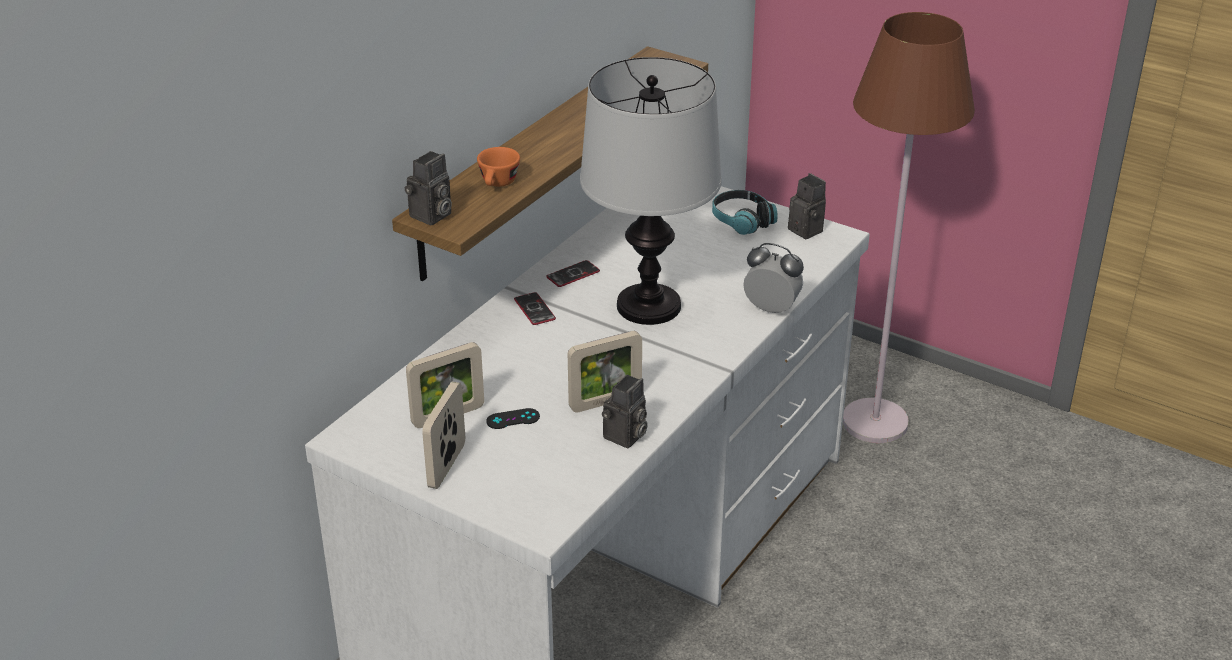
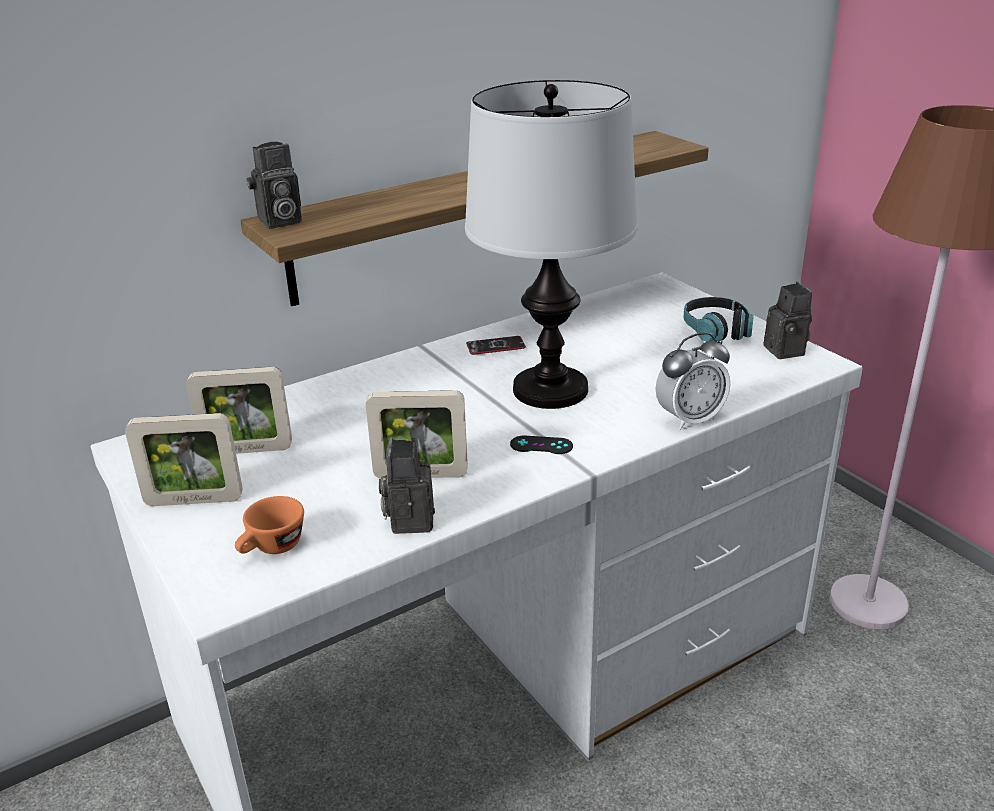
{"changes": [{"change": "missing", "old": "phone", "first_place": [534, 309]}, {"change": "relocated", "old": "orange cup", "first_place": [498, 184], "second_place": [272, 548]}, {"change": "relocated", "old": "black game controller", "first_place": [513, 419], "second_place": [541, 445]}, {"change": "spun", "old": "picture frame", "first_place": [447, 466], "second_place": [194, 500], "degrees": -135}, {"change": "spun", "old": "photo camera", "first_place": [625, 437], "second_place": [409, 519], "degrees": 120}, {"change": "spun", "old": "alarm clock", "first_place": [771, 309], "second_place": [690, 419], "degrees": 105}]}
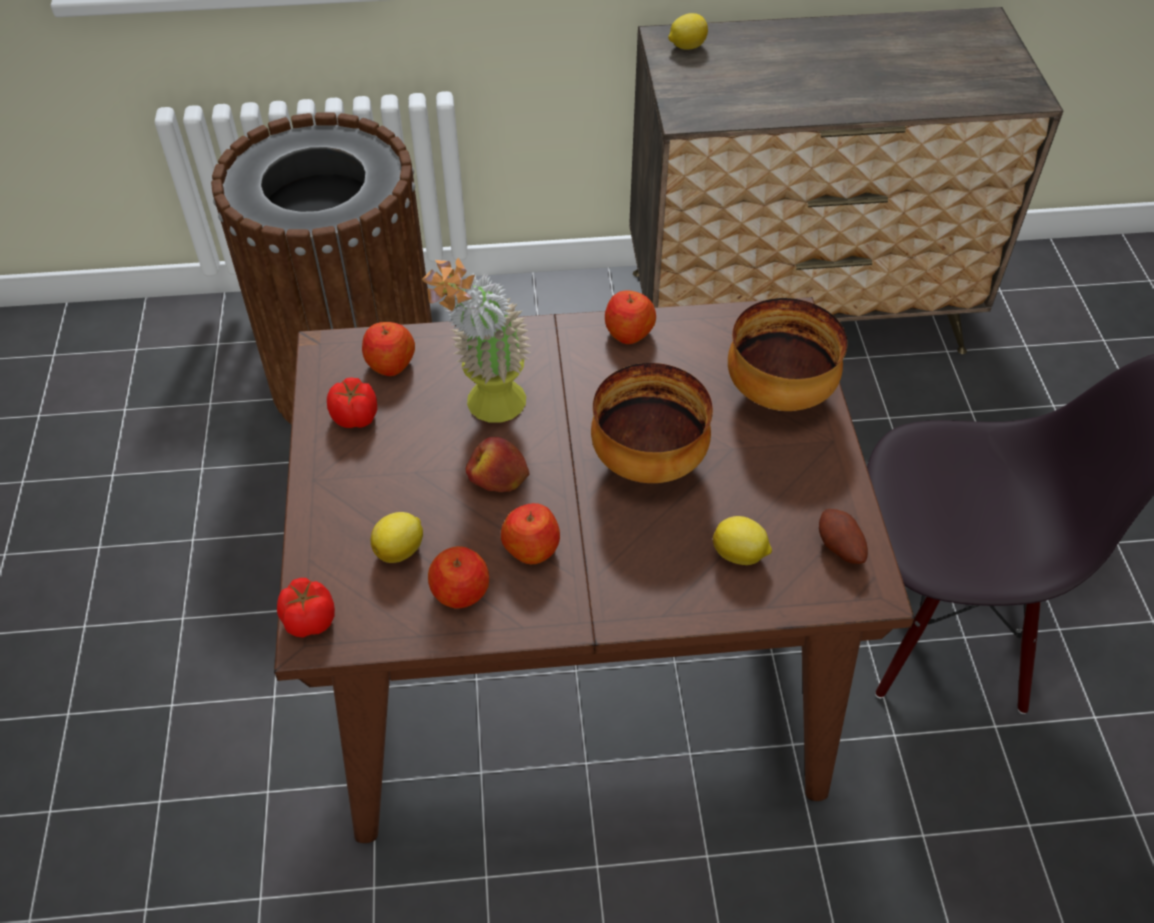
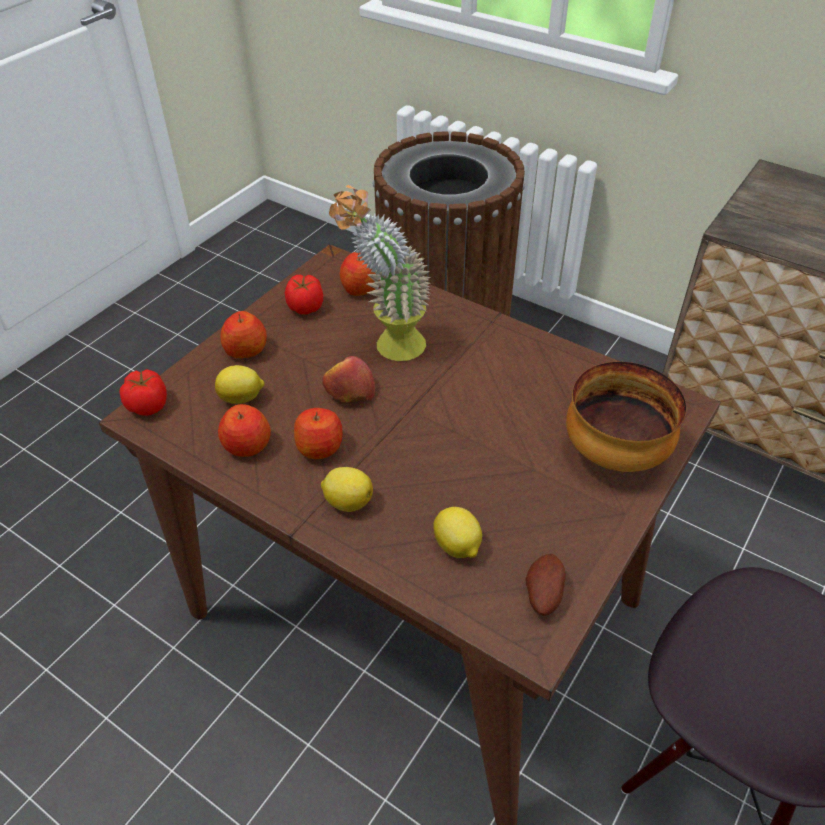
{"changes": [{"change": "missing", "old": "bowl", "first_place": [648, 460]}, {"change": "relocated", "old": "apple", "first_place": [628, 332], "second_place": [246, 349]}, {"change": "relocated", "old": "lemon", "first_place": [686, 46], "second_place": [347, 501]}]}
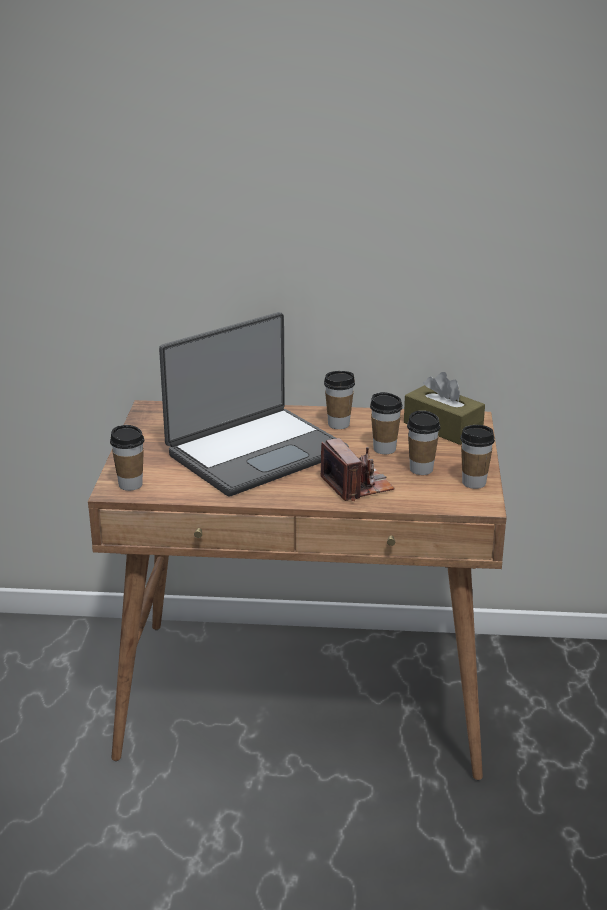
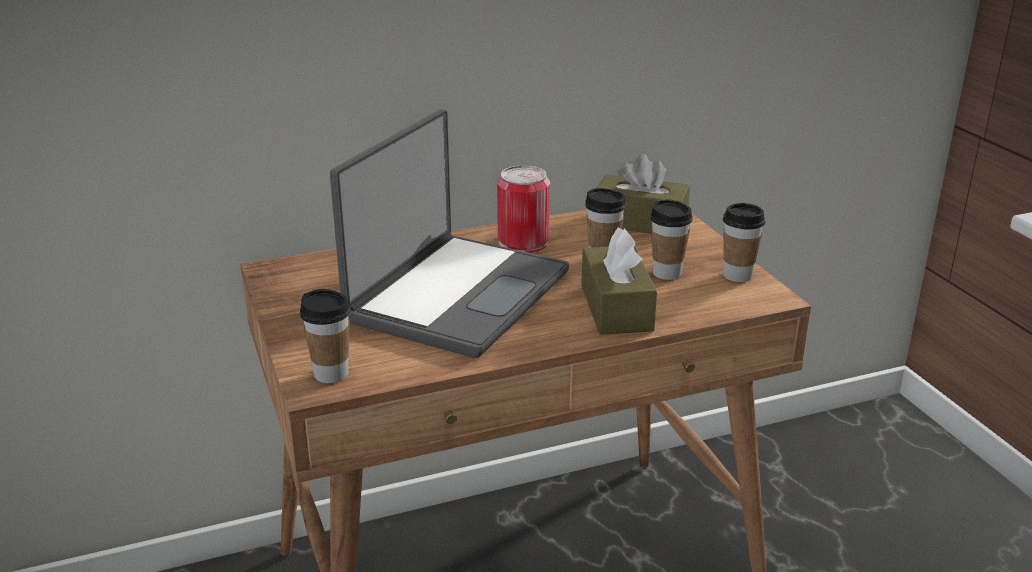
{"changes": [{"change": "exchanged", "old": "photo camera", "new": "brown tissue box", "first_place": [357, 485], "second_place": [616, 308]}, {"change": "exchanged", "old": "cup", "new": "can", "first_place": [338, 424], "second_place": [523, 242]}]}
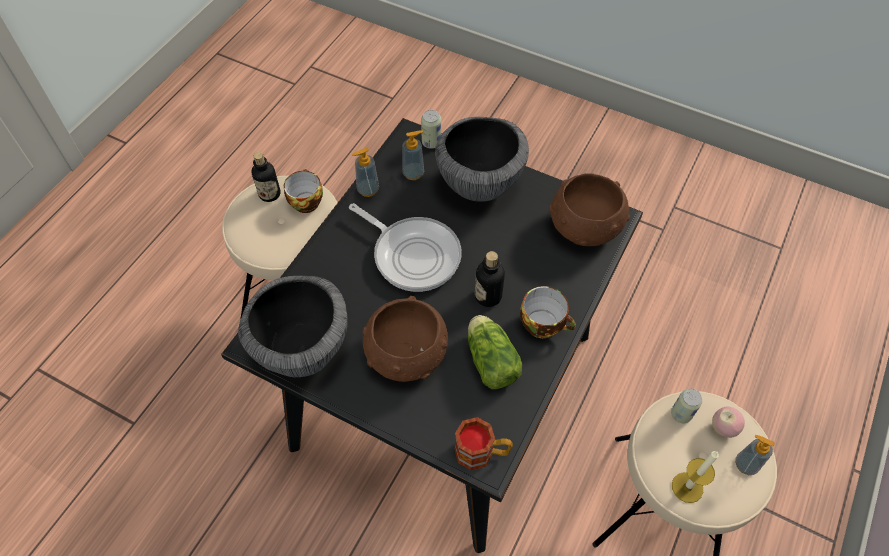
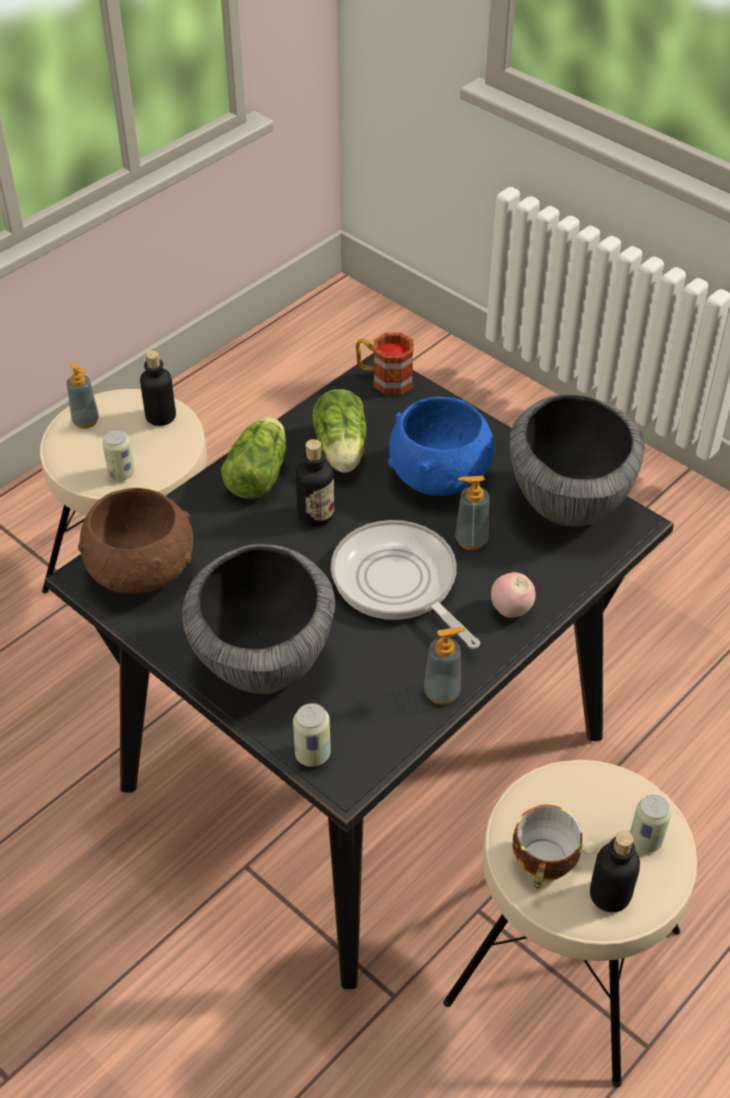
{"changes": [{"change": "appeared", "new": "can", "second_place": [645, 840]}, {"change": "relocated", "old": "soap dispenser", "first_place": [413, 173], "second_place": [471, 540]}, {"change": "relocated", "old": "apple", "first_place": [723, 428], "second_place": [511, 610]}, {"change": "exchanged", "old": "cup", "new": "lettuce", "first_place": [544, 324], "second_place": [259, 472]}, {"change": "exchanged", "old": "candle", "new": "bottle", "first_place": [687, 487], "second_place": [161, 417]}, {"change": "colour", "old": "brown bowl", "new": "blue bowl", "first_place": [405, 354], "second_place": [441, 475]}]}
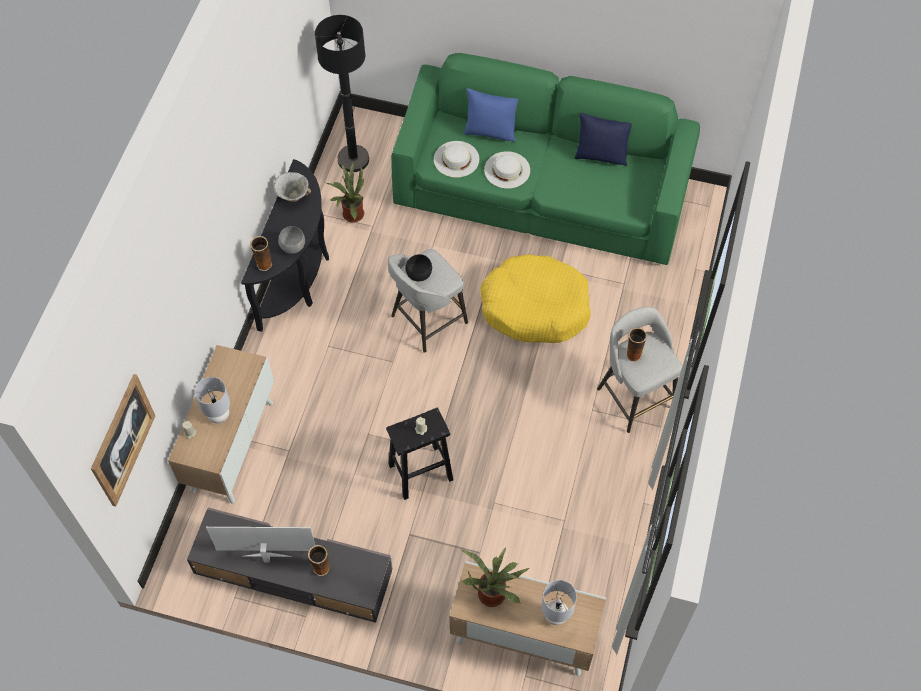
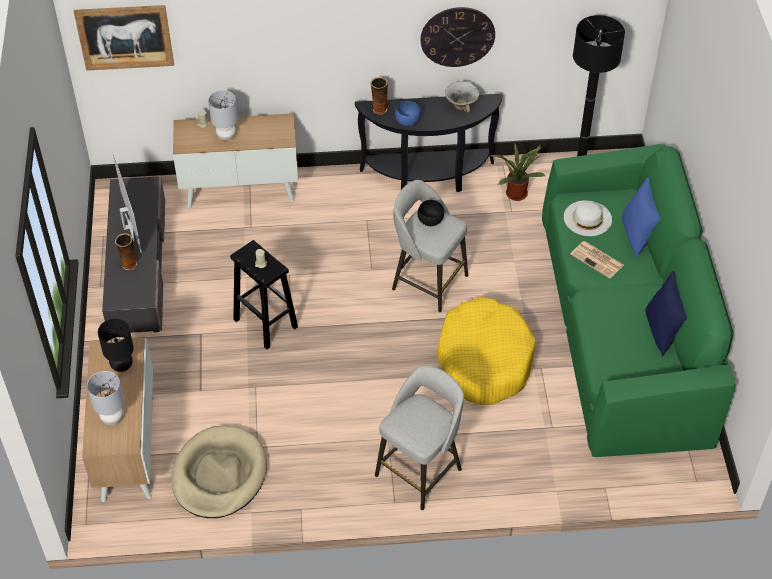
{"changes": [{"change": "missing", "old": "vase", "first_place": [633, 354]}, {"change": "appeared", "new": "beige dog bed", "second_place": [219, 475]}, {"change": "appeared", "new": "wall clock", "second_place": [457, 36]}, {"change": "exchanged", "old": "potted plant", "new": "black table lamp", "first_place": [493, 592], "second_place": [121, 365]}, {"change": "exchanged", "old": "white hat", "new": "newspaper", "first_place": [507, 170], "second_place": [597, 260]}, {"change": "colour", "old": "grey bowl", "new": "blue bowl", "first_place": [292, 246], "second_place": [408, 121]}]}
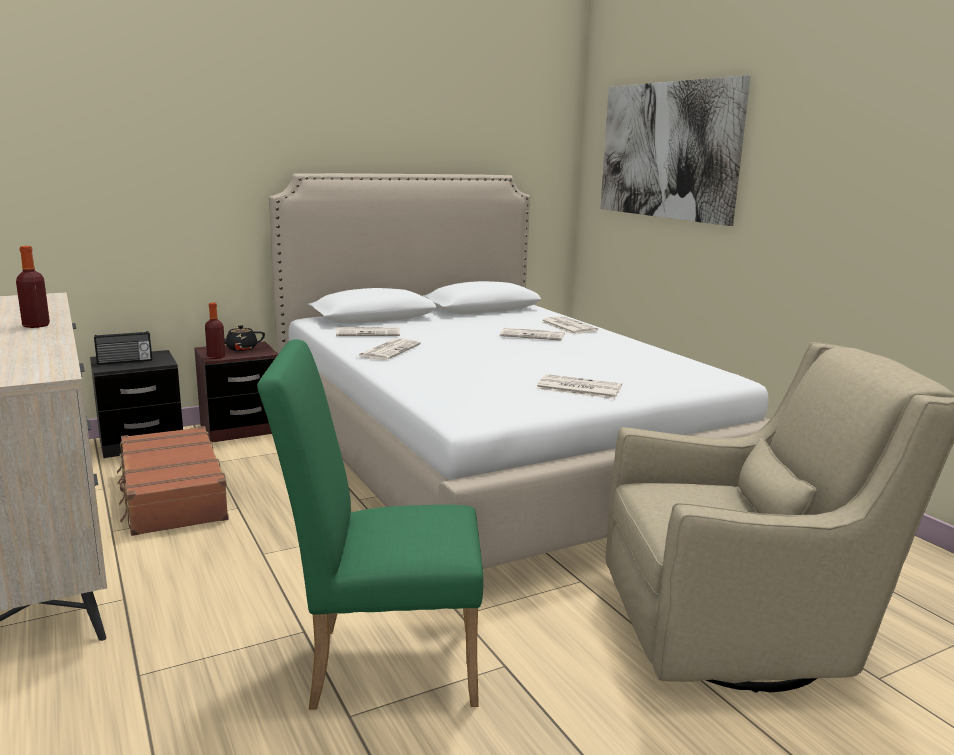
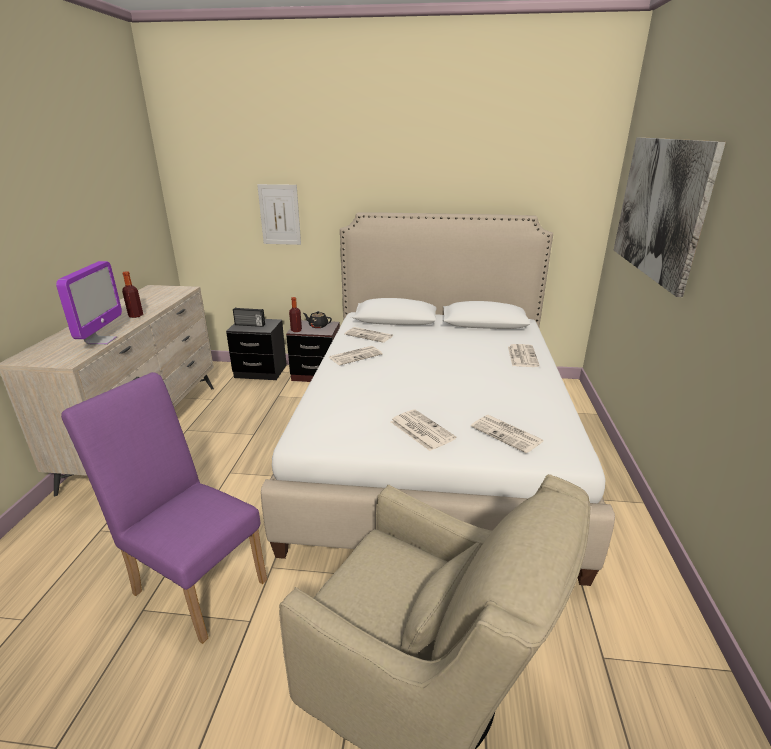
{"changes": [{"change": "missing", "old": "brown suitcase", "first_place": [172, 495]}, {"change": "appeared", "new": "monitor", "second_place": [101, 341]}, {"change": "appeared", "new": "picture", "second_place": [279, 215]}, {"change": "relocated", "old": "newspaper", "first_place": [533, 335], "second_place": [507, 434]}, {"change": "colour", "old": "green chair", "new": "purple chair", "first_place": [380, 663], "second_place": [194, 581]}]}
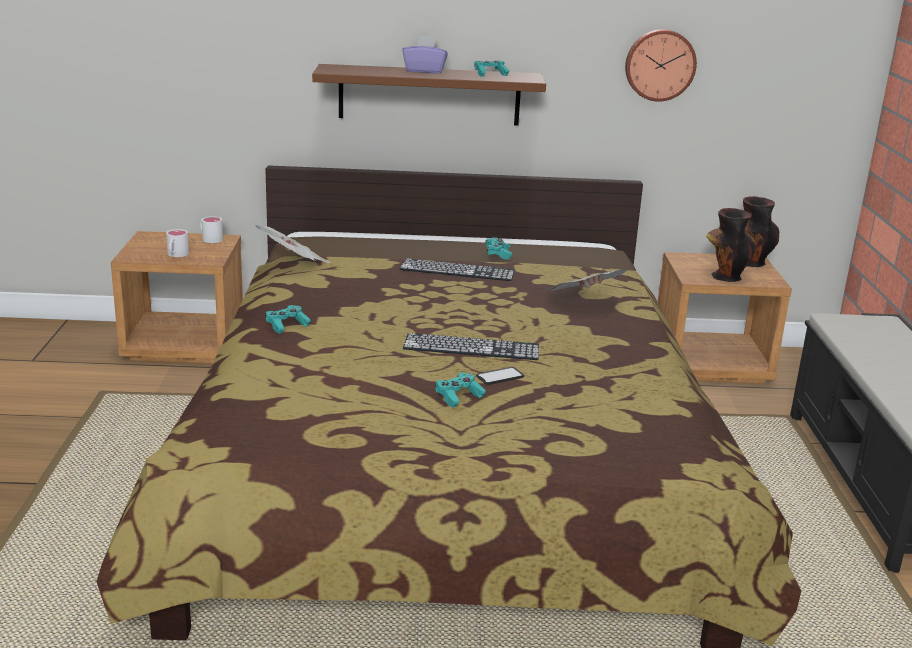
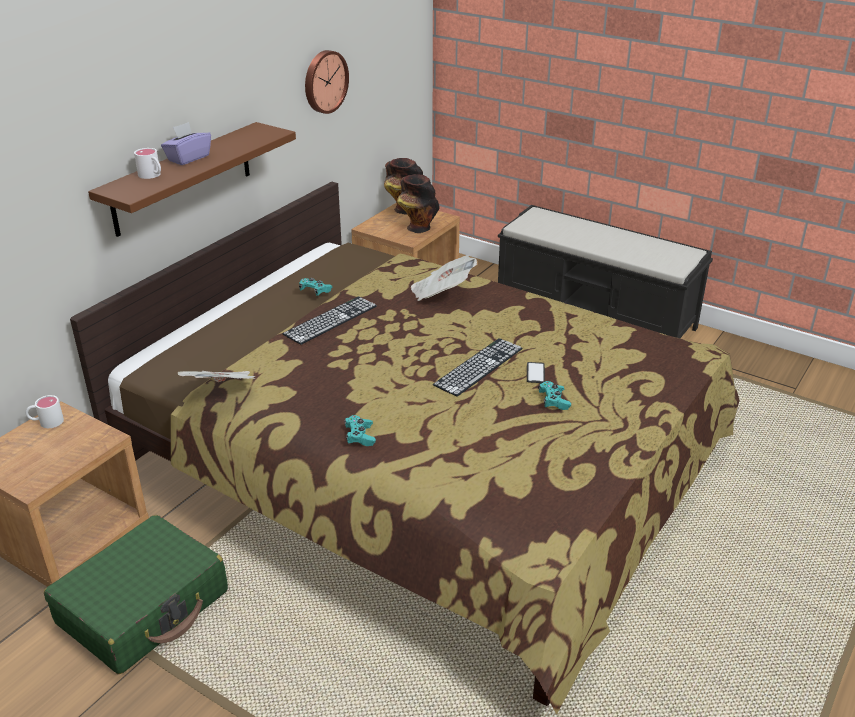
{"changes": [{"change": "missing", "old": "turquoise game controller", "first_place": [490, 74]}, {"change": "appeared", "new": "green suitcase", "second_place": [144, 607]}, {"change": "relocated", "old": "white mug", "first_place": [176, 255], "second_place": [152, 175]}]}
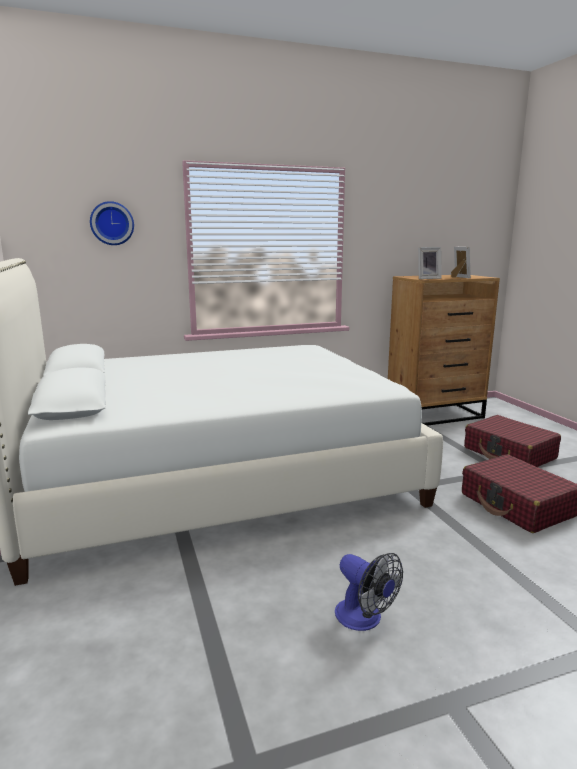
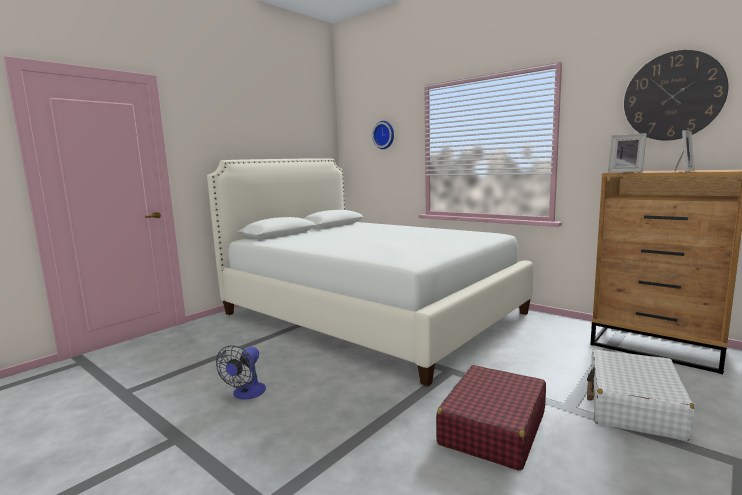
{"changes": [{"change": "appeared", "new": "wall clock", "second_place": [673, 96]}, {"change": "colour", "old": "red suitcase", "new": "white suitcase", "first_place": [509, 453], "second_place": [633, 406]}]}
